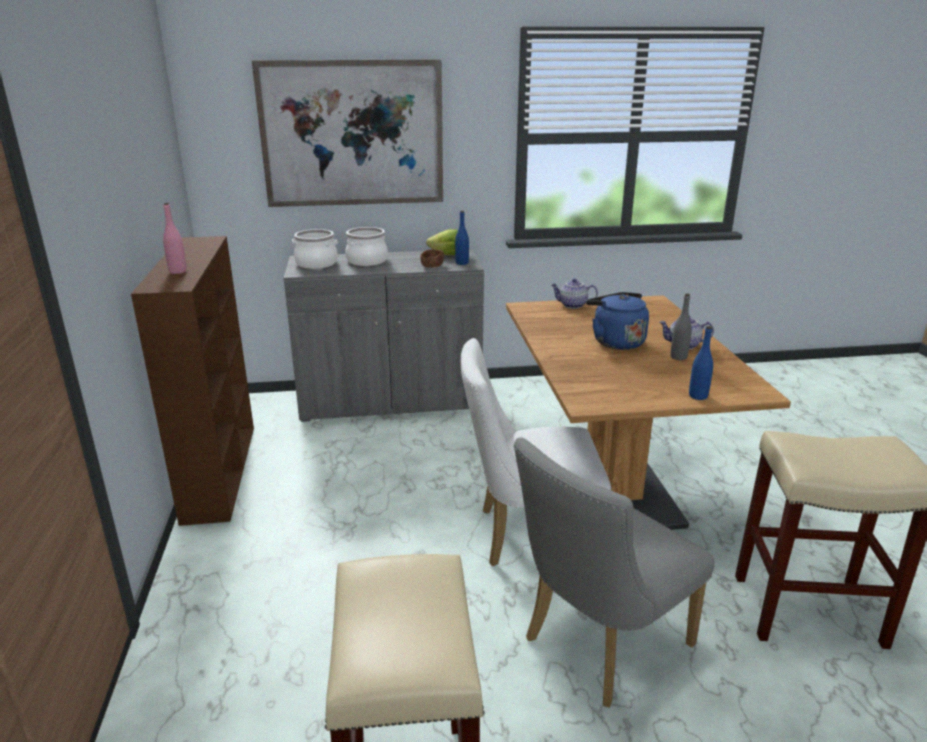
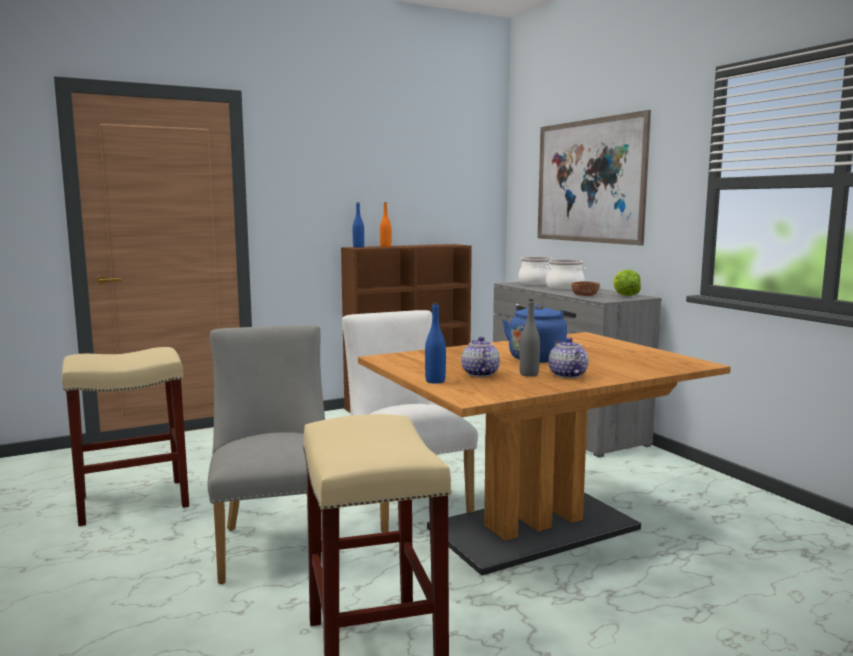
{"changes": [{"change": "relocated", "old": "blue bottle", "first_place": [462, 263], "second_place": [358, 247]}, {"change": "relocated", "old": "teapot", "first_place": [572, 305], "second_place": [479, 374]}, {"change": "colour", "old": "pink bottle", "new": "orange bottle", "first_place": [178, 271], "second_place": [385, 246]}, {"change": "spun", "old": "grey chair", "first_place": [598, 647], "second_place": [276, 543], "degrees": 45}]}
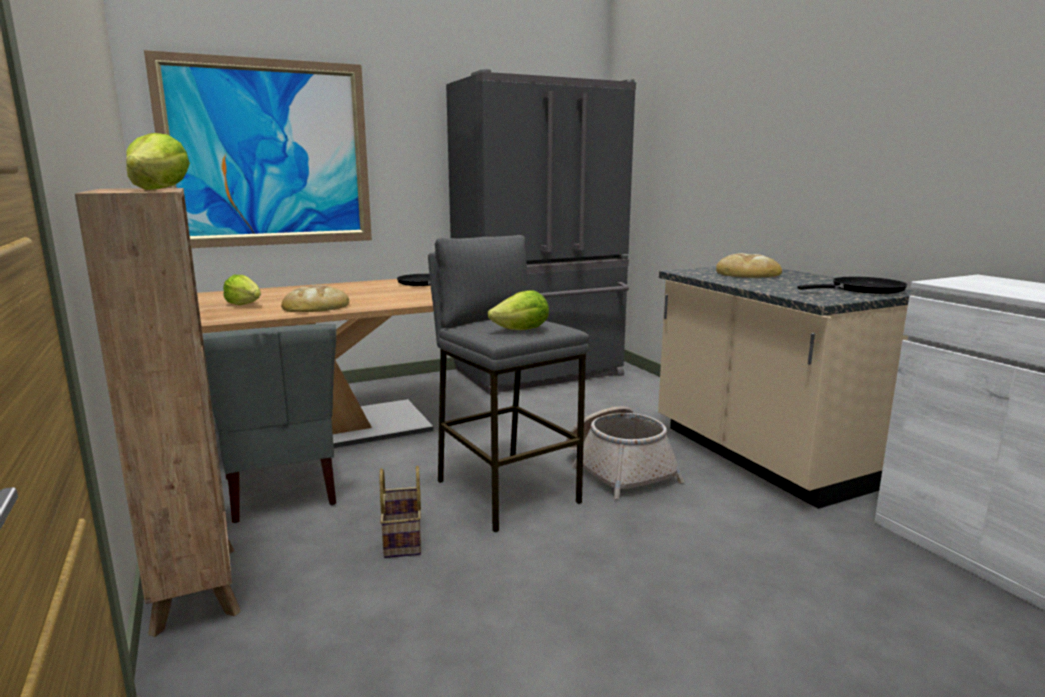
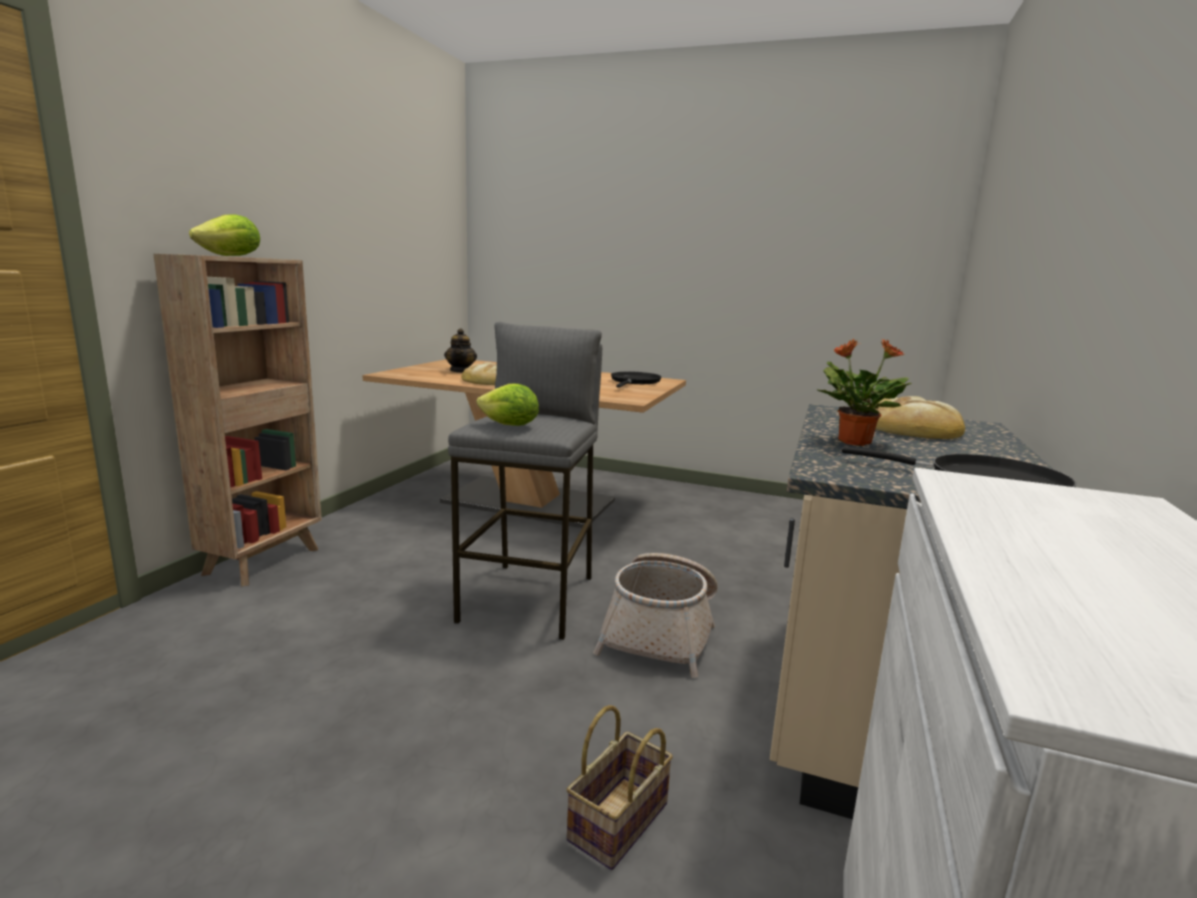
{"changes": [{"change": "missing", "old": "picture", "first_place": [268, 154]}, {"change": "missing", "old": "grey chair", "first_place": [282, 491]}, {"change": "missing", "old": "grey fridge", "first_place": [541, 374]}, {"change": "appeared", "new": "potted plant", "second_place": [853, 442]}, {"change": "relocated", "old": "basket", "first_place": [404, 539], "second_place": [618, 824]}, {"change": "exchanged", "old": "lettuce", "new": "teapot", "first_place": [244, 305], "second_place": [461, 371]}]}
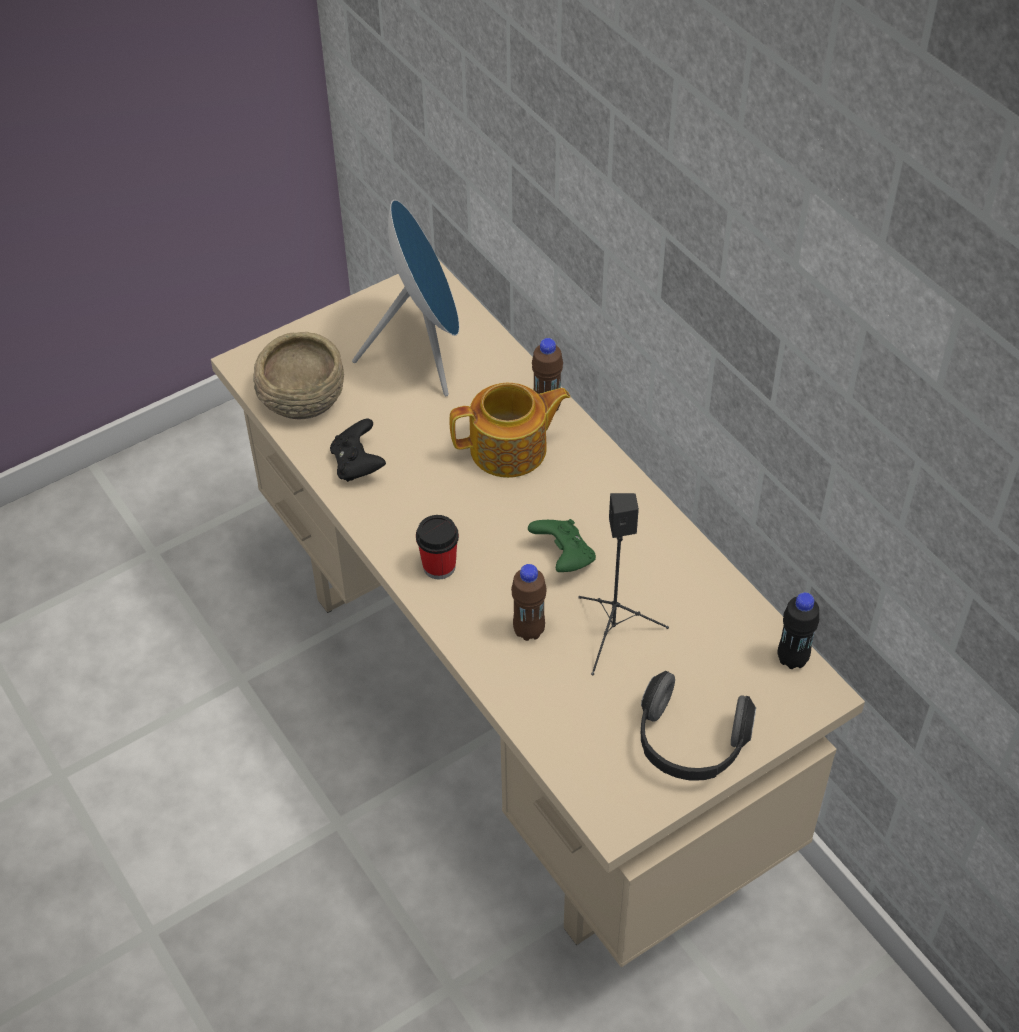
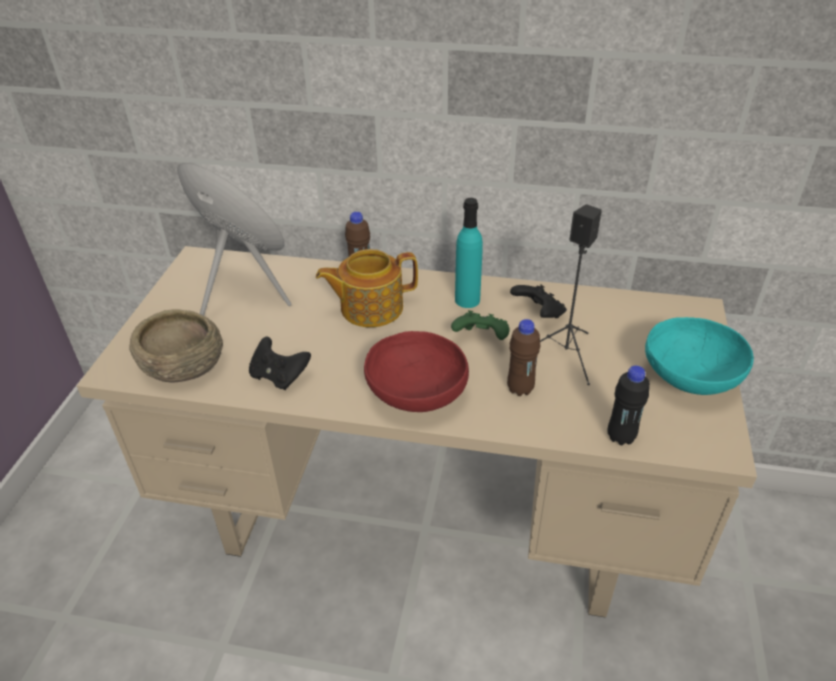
{"changes": [{"change": "appeared", "new": "turquoise bottle", "second_place": [467, 300]}, {"change": "appeared", "new": "black game controller", "second_place": [539, 314]}, {"change": "relocated", "old": "black bottle", "first_place": [792, 658], "second_place": [621, 437]}, {"change": "exchanged", "old": "cup", "new": "red bowl", "first_place": [439, 566], "second_place": [415, 394]}, {"change": "exchanged", "old": "headphones", "new": "turquoise bowl", "first_place": [690, 744], "second_place": [689, 379]}, {"change": "spun", "old": "teapot", "first_place": [510, 449], "second_place": [370, 307], "degrees": -135}]}
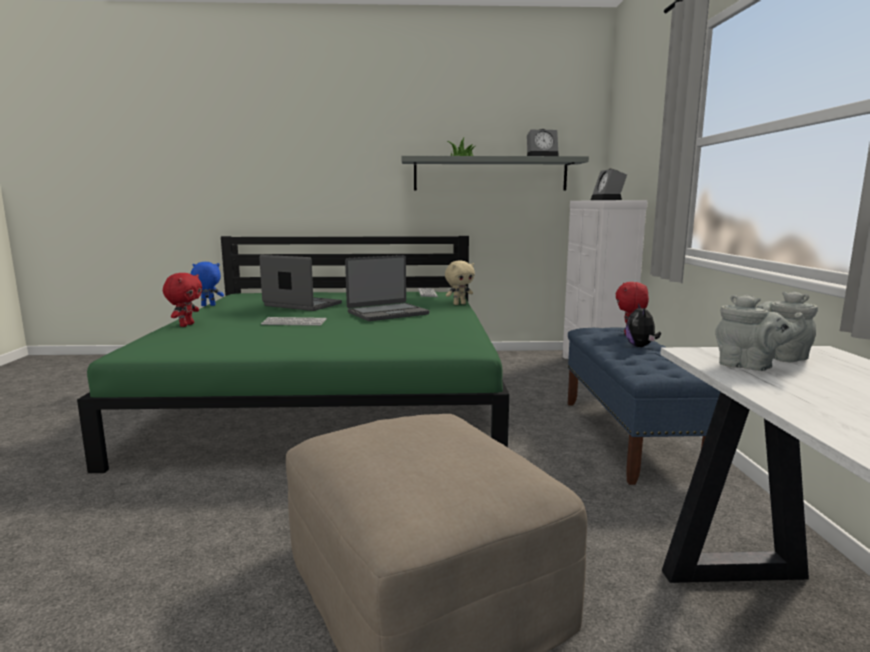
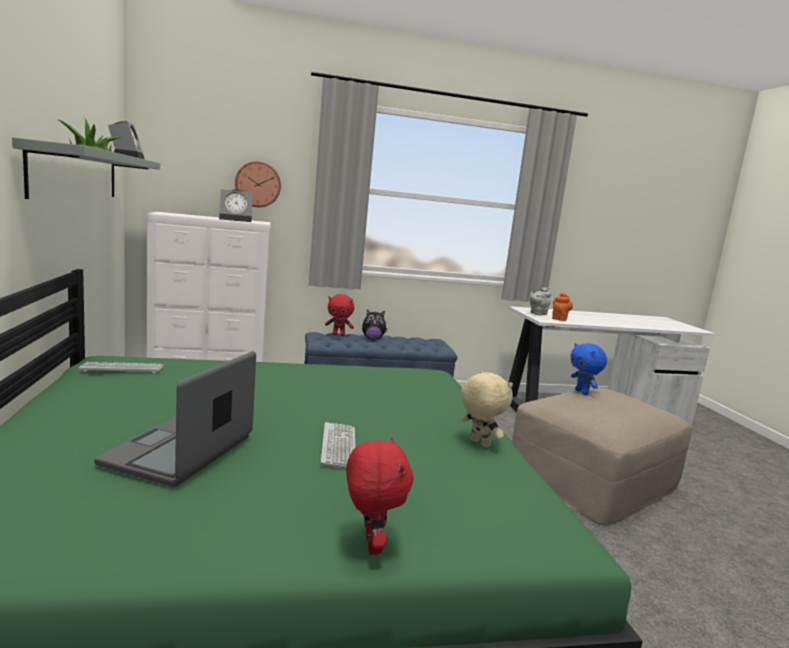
{"changes": [{"change": "missing", "old": "laptop", "first_place": [387, 313]}, {"change": "appeared", "new": "wall clock", "second_place": [258, 184]}, {"change": "relocated", "old": "blue plush toy", "first_place": [208, 306], "second_place": [582, 392]}, {"change": "relocated", "old": "beige plush toy", "first_place": [459, 304], "second_place": [478, 443]}, {"change": "colour", "old": "grey teapot", "new": "orange teapot", "first_place": [749, 367], "second_place": [559, 319]}, {"change": "spun", "old": "red plush toy", "first_place": [186, 325], "second_place": [370, 545], "degrees": 75}]}
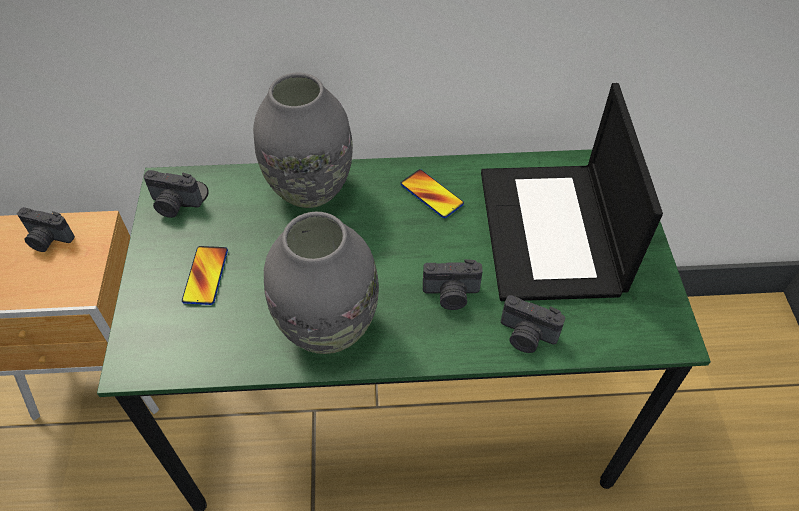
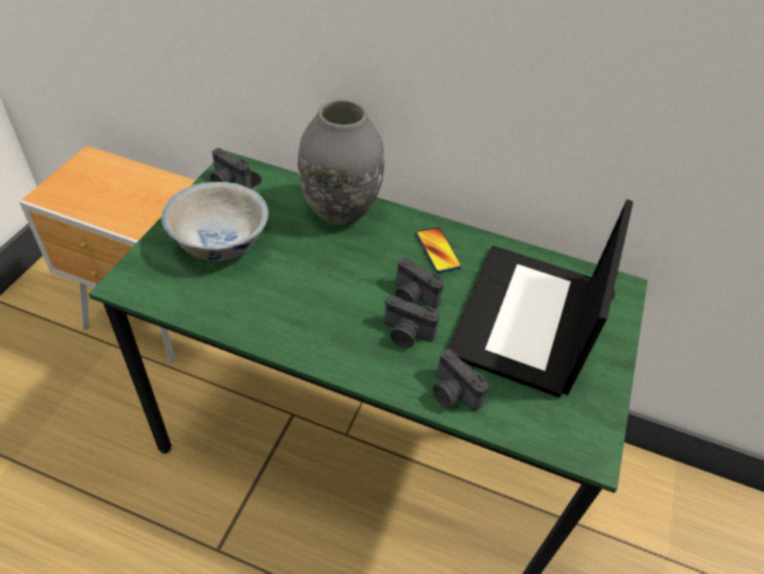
{"changes": [{"change": "missing", "old": "grey vase", "first_place": [327, 328]}, {"change": "relocated", "old": "photo camera", "first_place": [47, 240], "second_place": [412, 297]}, {"change": "exchanged", "old": "phone", "new": "white bowl", "first_place": [205, 276], "second_place": [219, 242]}]}
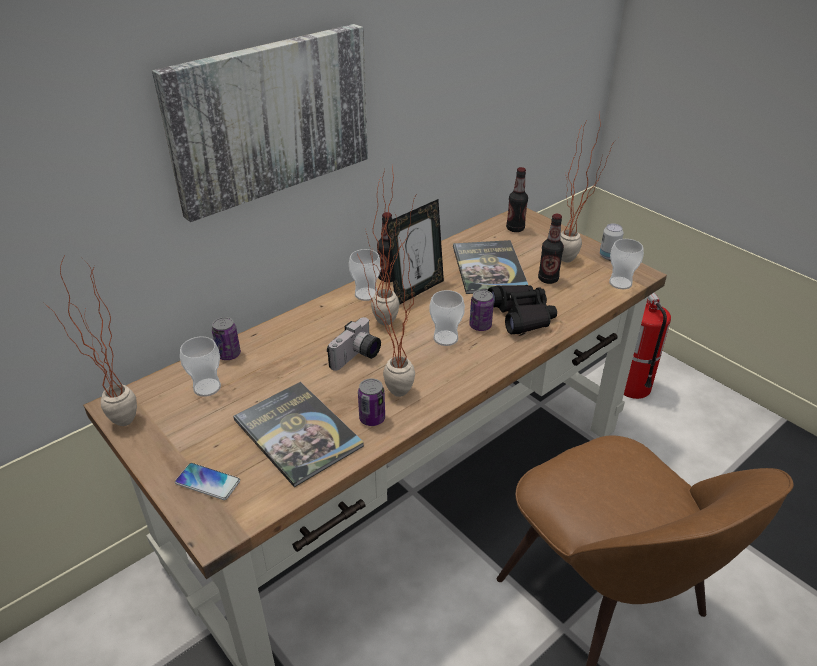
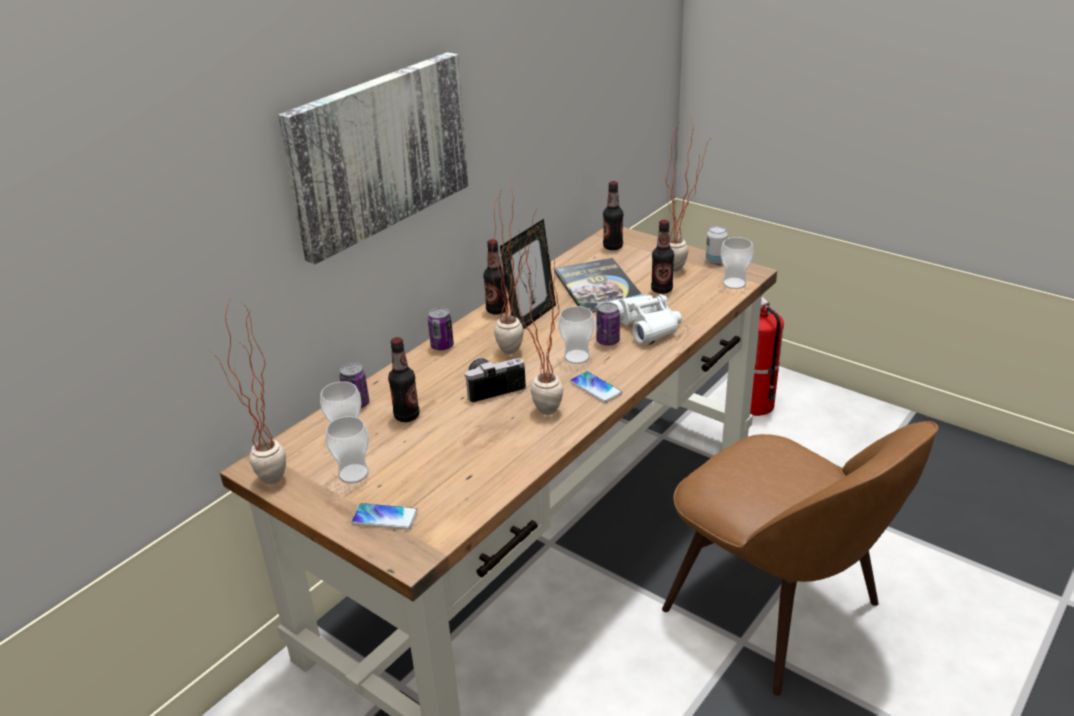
{"changes": [{"change": "missing", "old": "book", "first_place": [297, 433]}, {"change": "appeared", "new": "bottle", "second_place": [407, 416]}, {"change": "appeared", "new": "phone", "second_place": [595, 388]}, {"change": "relocated", "old": "cup", "first_place": [366, 294], "second_place": [353, 474]}, {"change": "relocated", "old": "can", "first_place": [372, 418], "second_place": [442, 346]}, {"change": "colour", "old": "black binoculars", "new": "white binoculars", "first_place": [521, 315], "second_place": [646, 326]}, {"change": "spun", "old": "photo camera", "first_place": [357, 357], "second_place": [493, 387], "degrees": -135}]}
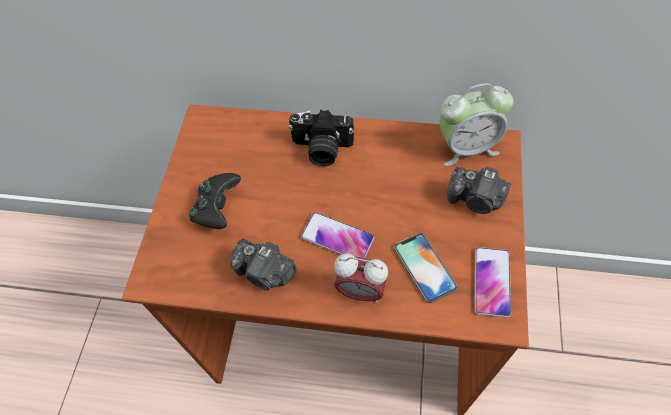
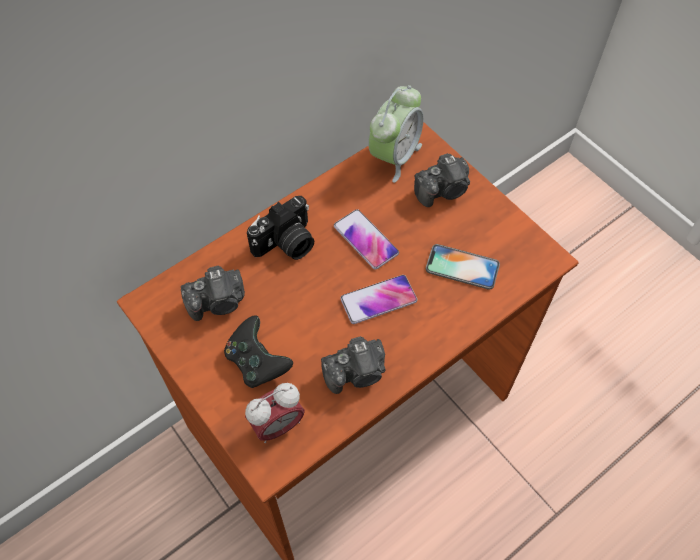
{"changes": [{"change": "appeared", "new": "photo camera", "second_place": [218, 302]}, {"change": "relocated", "old": "alarm clock", "first_place": [360, 291], "second_place": [277, 425]}, {"change": "relocated", "old": "phone", "first_place": [491, 282], "second_place": [365, 240]}]}
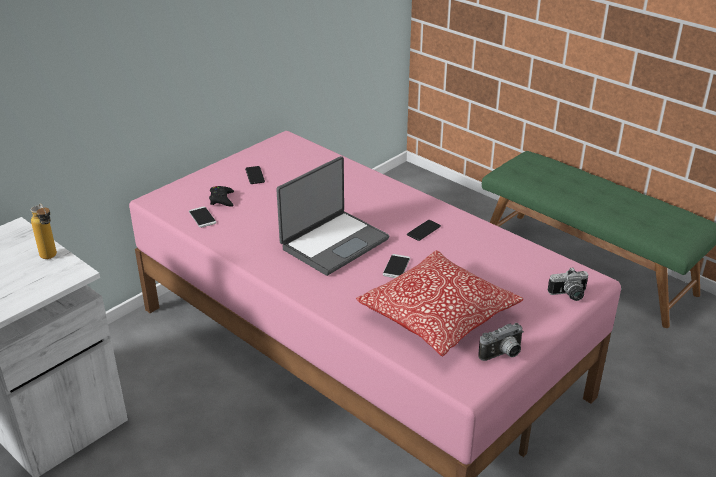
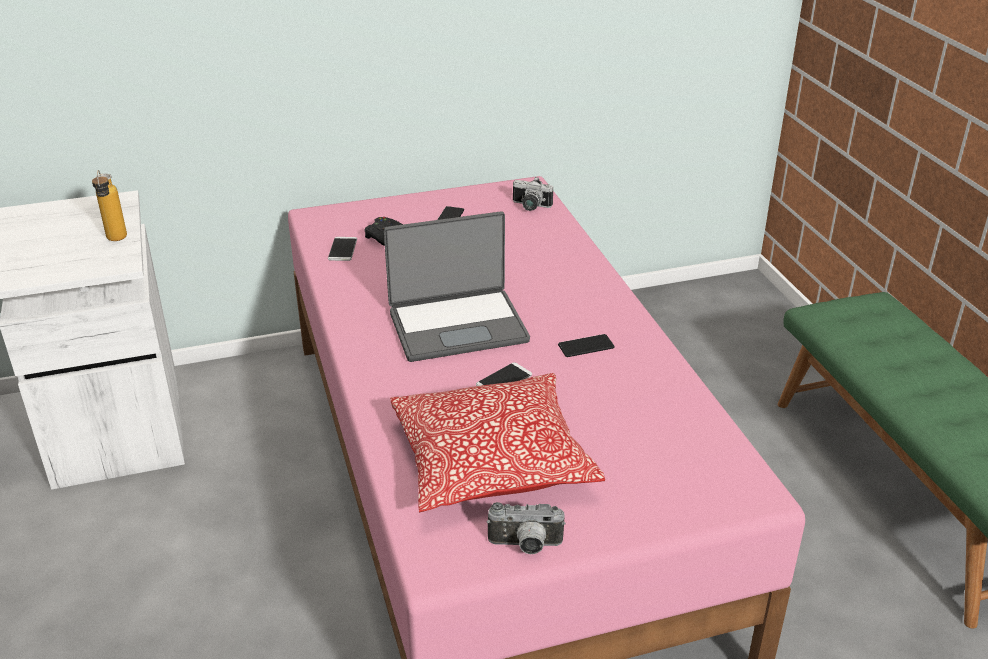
{"changes": [{"change": "relocated", "old": "photo camera", "first_place": [569, 295], "second_place": [530, 206]}]}
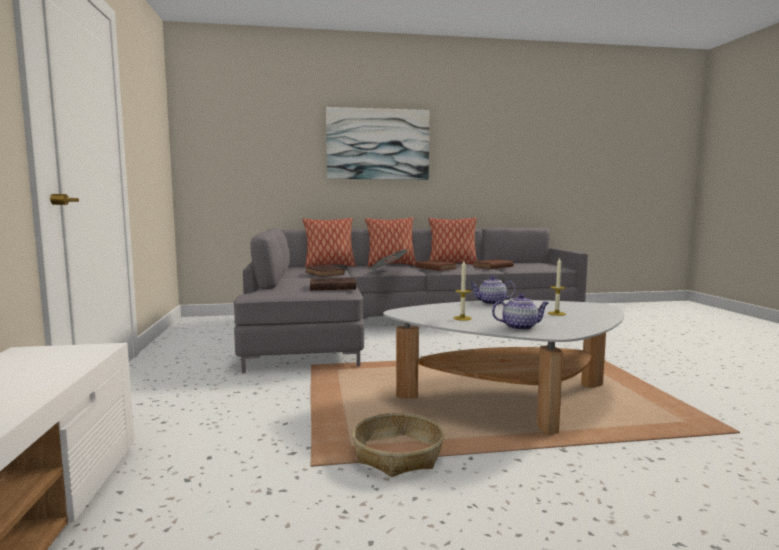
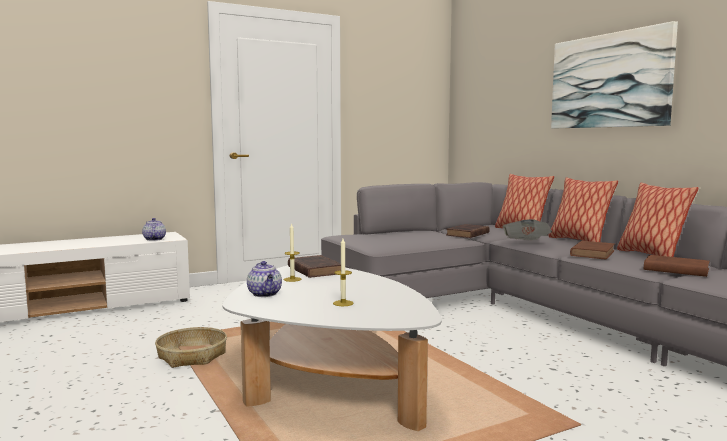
{"changes": [{"change": "relocated", "old": "brown book", "first_place": [331, 287], "second_place": [314, 270]}, {"change": "relocated", "old": "teapot", "first_place": [491, 303], "second_place": [154, 239]}]}
